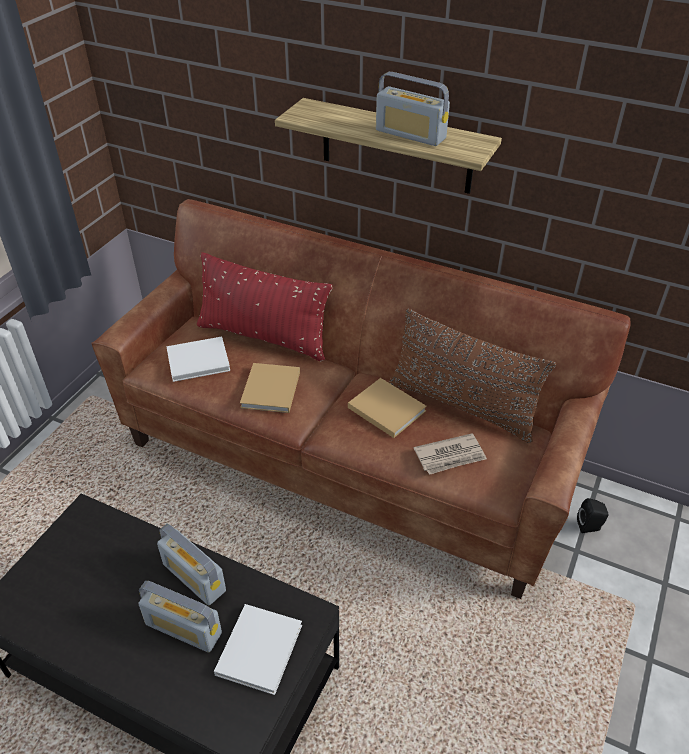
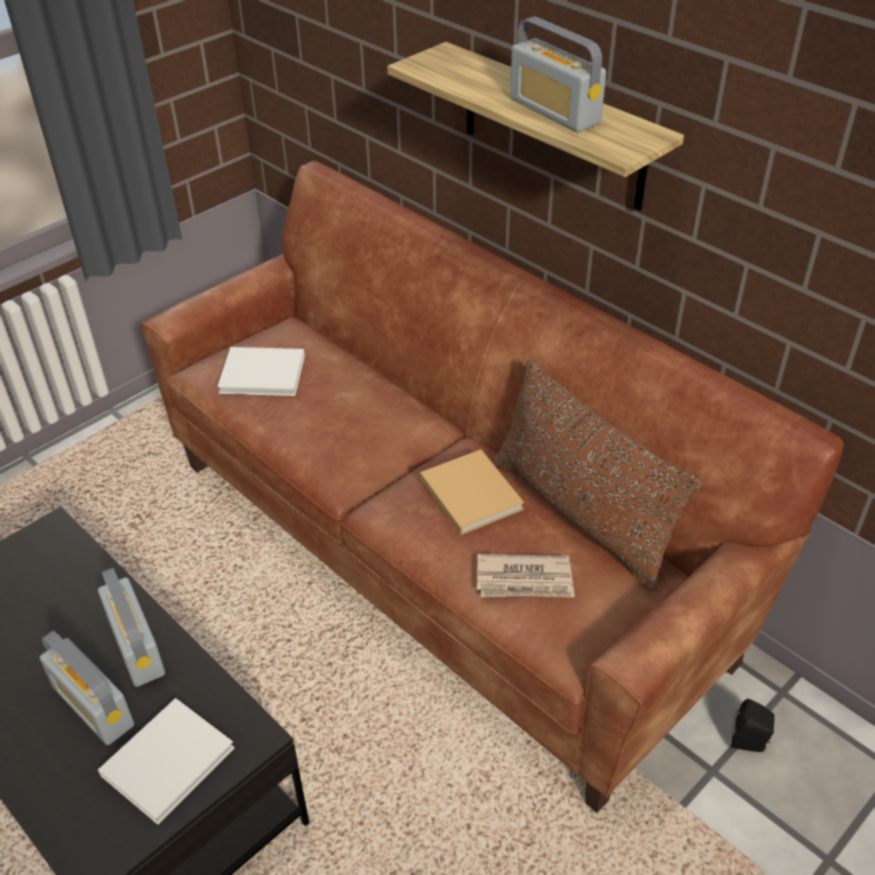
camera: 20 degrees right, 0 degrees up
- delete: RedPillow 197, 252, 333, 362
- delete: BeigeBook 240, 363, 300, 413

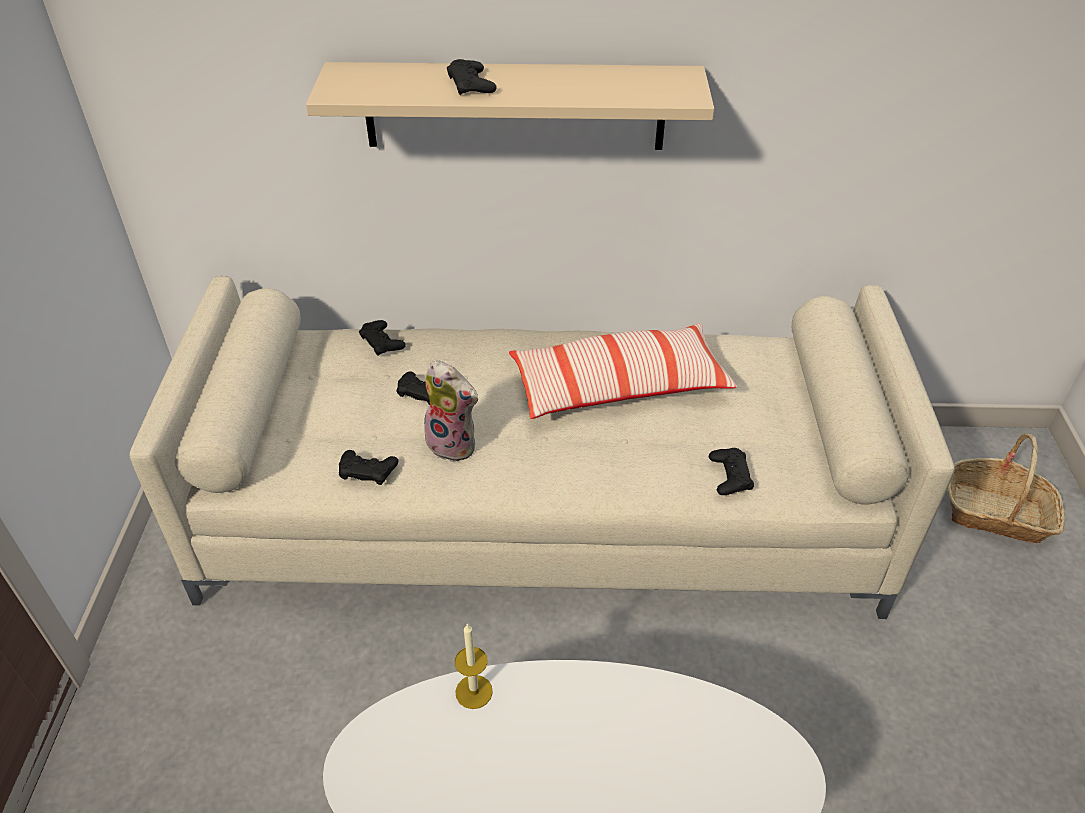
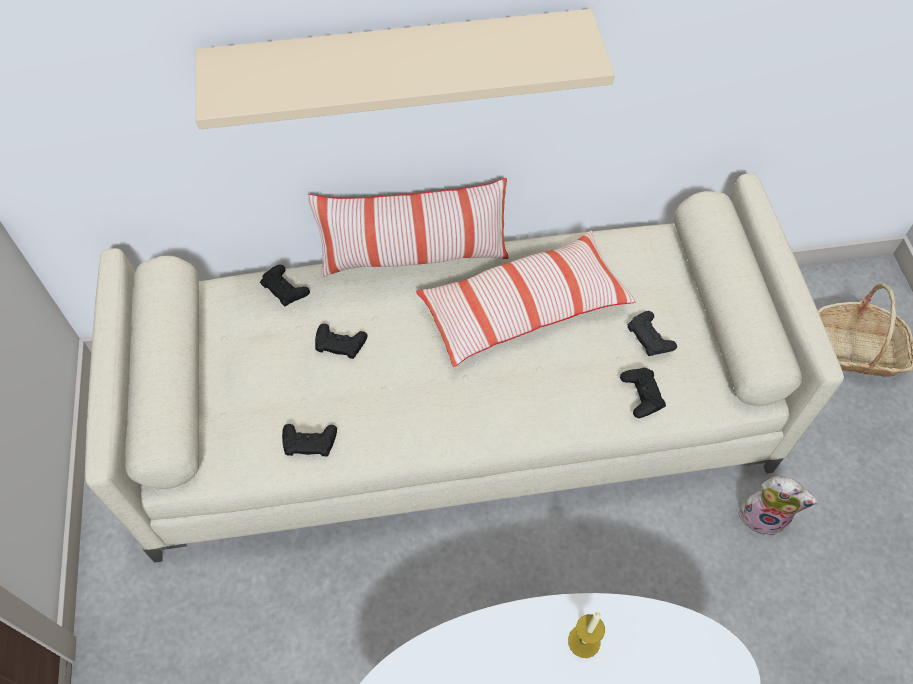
camera: 10 degrees left, 15 degrees up
- move: BlackGameController 447, 59, 497, 95 to 627, 311, 677, 356
- move: PlushToy 424, 360, 478, 462 to 737, 476, 818, 537
- move: Candle 455, 623, 493, 709 to 568, 612, 605, 658
- insert: Pillow 307, 178, 509, 277

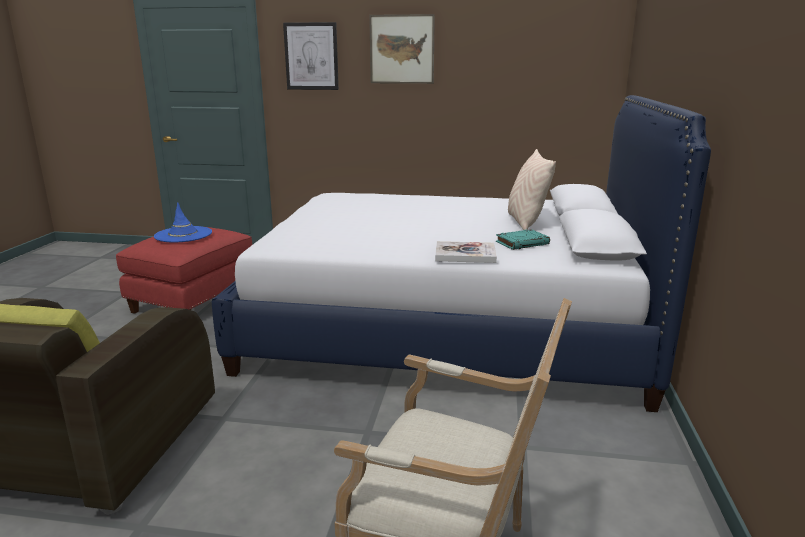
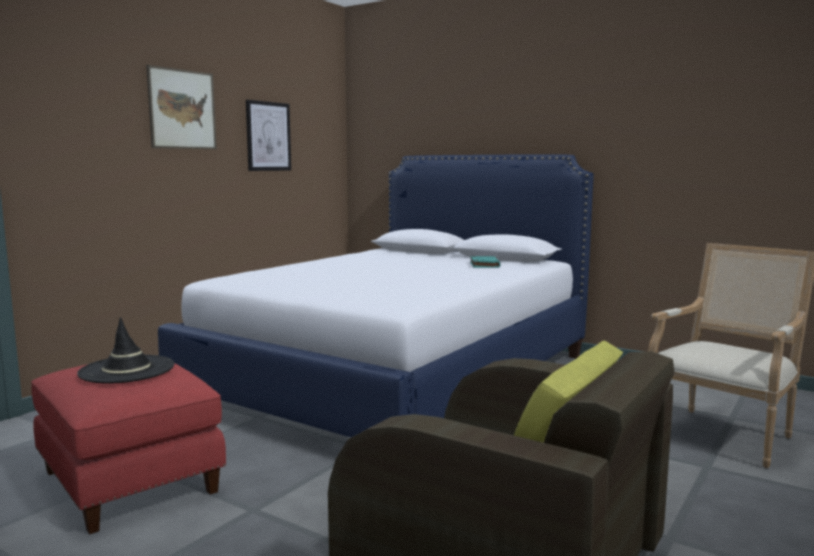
camera: 65 degrees left, 10 degrees down
- move: Picture 283, 22, 339, 90 to 246, 100, 291, 171
- delete: BeigePillow 508, 149, 556, 230
- recolor: BlueHat 154, 202, 212, 242 to BlackHat 77, 317, 174, 384
- delete: Book 435, 241, 497, 263

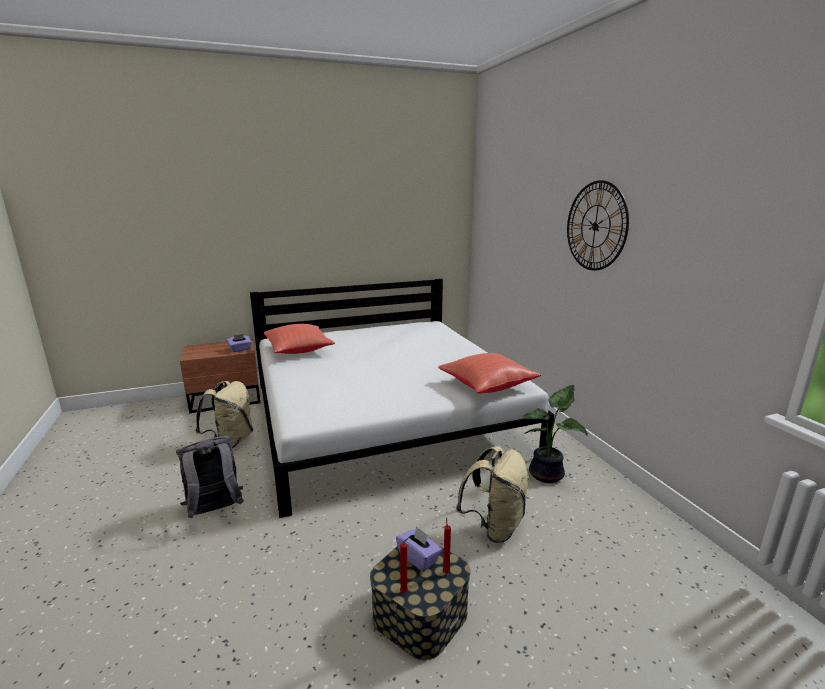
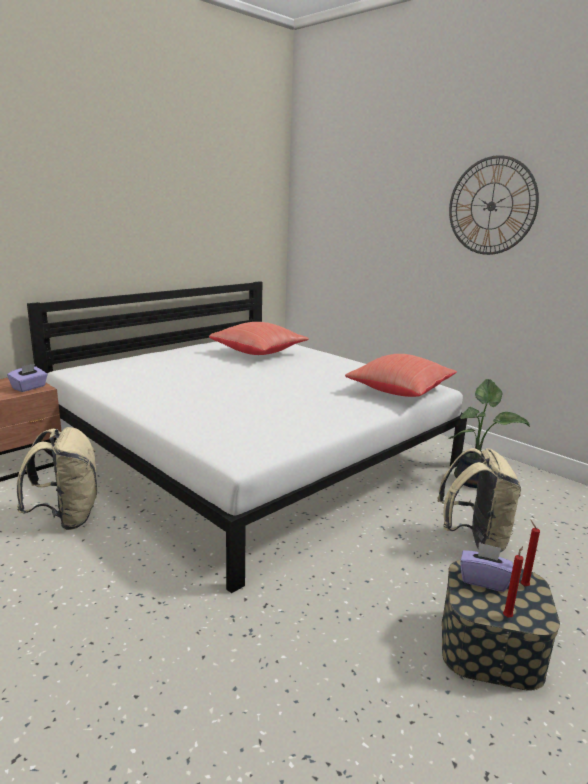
camera: 25 degrees left, 0 degrees up
- move: RedPillow 264, 324, 335, 354 to 209, 322, 309, 355
- delete: GreyBackpack 176, 436, 244, 518

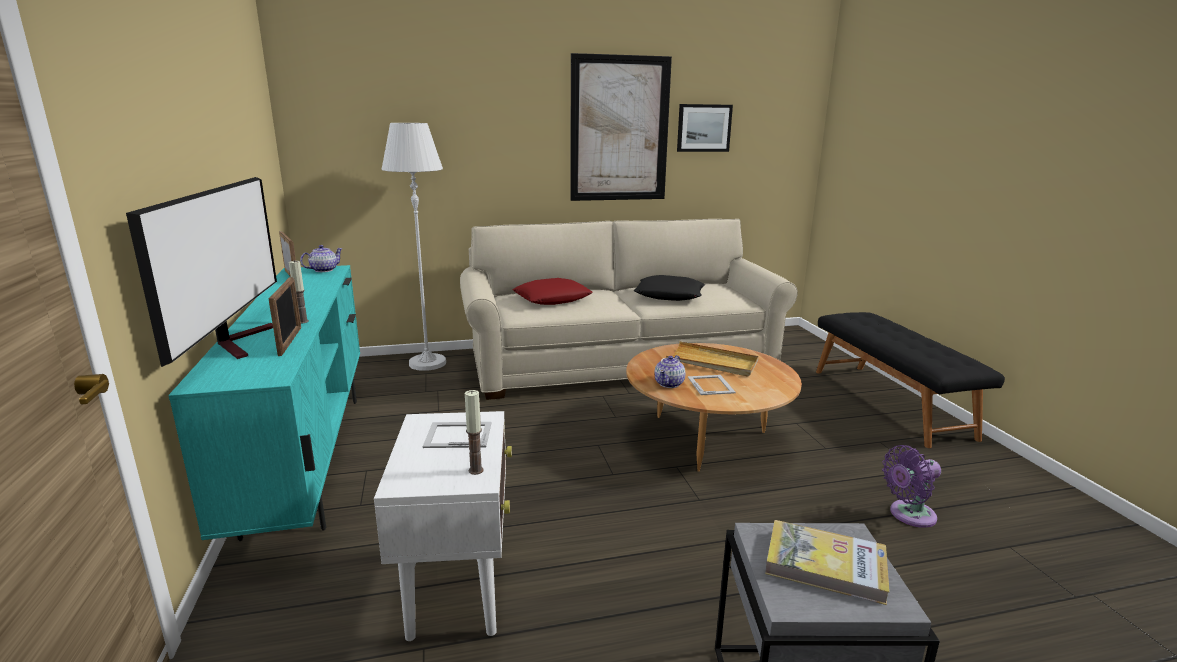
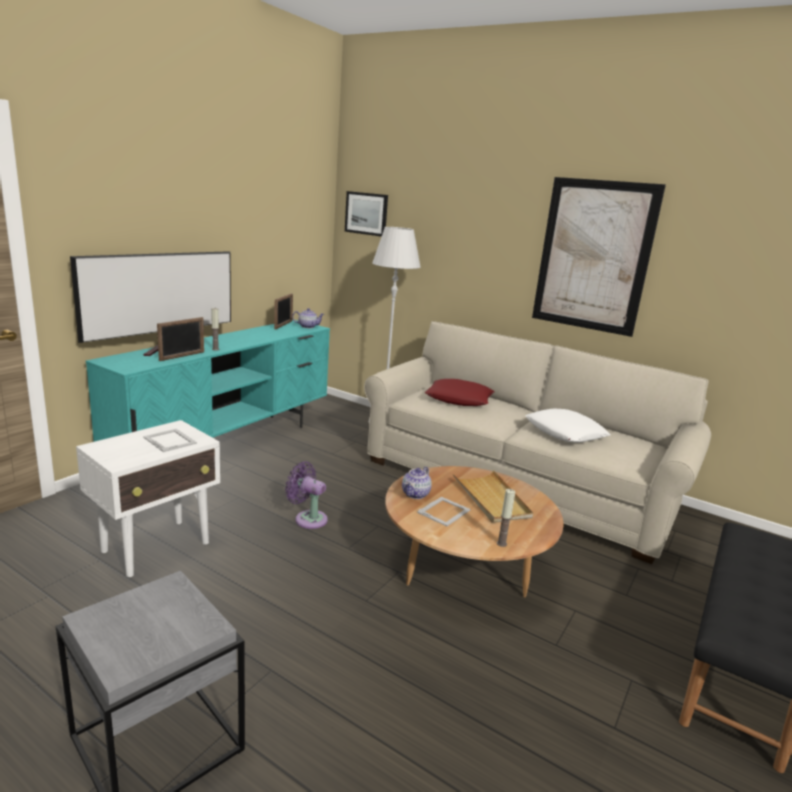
camera: 45 degrees right, 0 degrees up
- move: Picture 677, 104, 733, 152 to 345, 191, 388, 237
- recolor: BlackPillow 634, 275, 705, 301 to WhitePillow 525, 409, 610, 442
- rotate: Teapot 654, 355, 686, 388 = 402, 467, 432, 499 45 degrees counterclockwise
- move: Candle 465, 390, 483, 475 to 497, 489, 515, 547
- move: PurpleFan 882, 445, 941, 528 to 285, 462, 328, 529
- delete: Book 765, 520, 890, 605

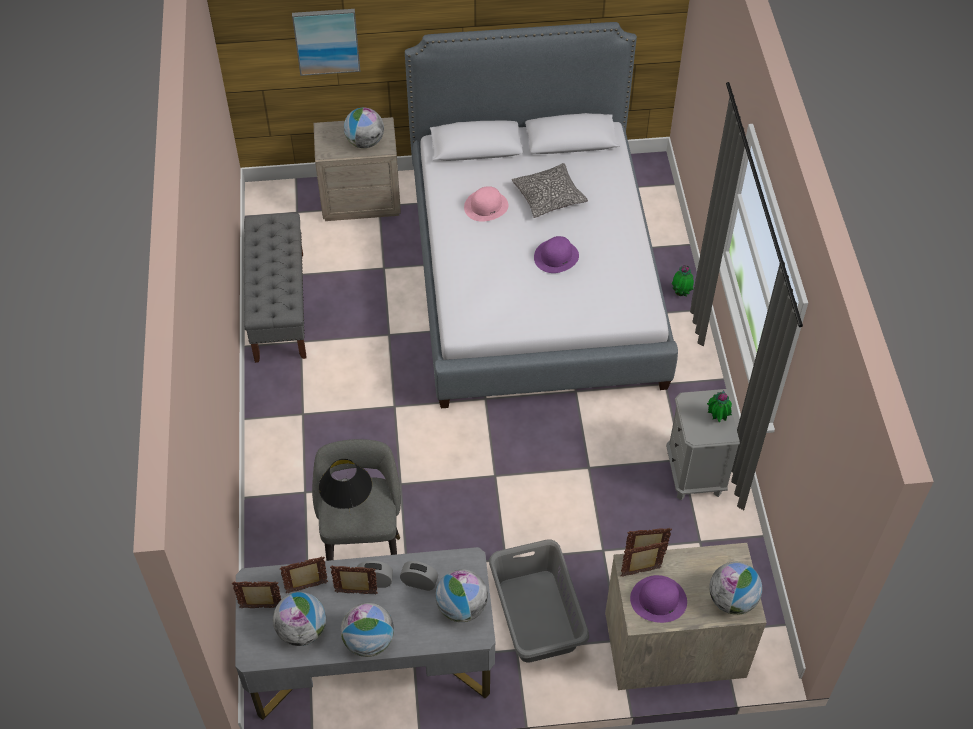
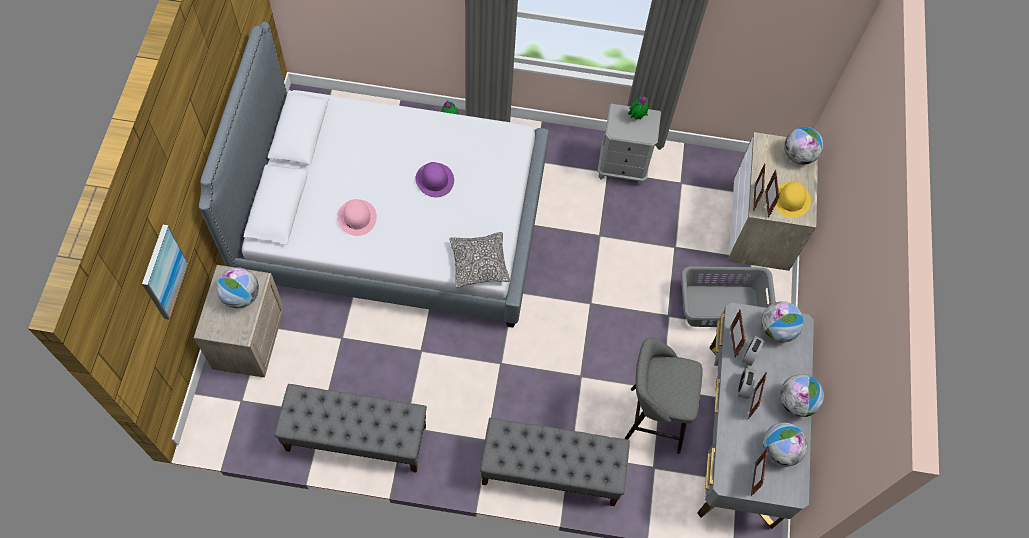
camera: 80 degrees left, 10 degrees up
- move: Pillow 512, 163, 588, 218 to 450, 232, 510, 287
- delete: BlackTableLamp 319, 459, 372, 514
- move: PictureFrame 280, 556, 328, 593 to 730, 309, 746, 358
- recolor: PurpleHat 630, 575, 687, 623 to YellowHat 775, 182, 811, 218
- insert: GreyBench 480, 418, 630, 506

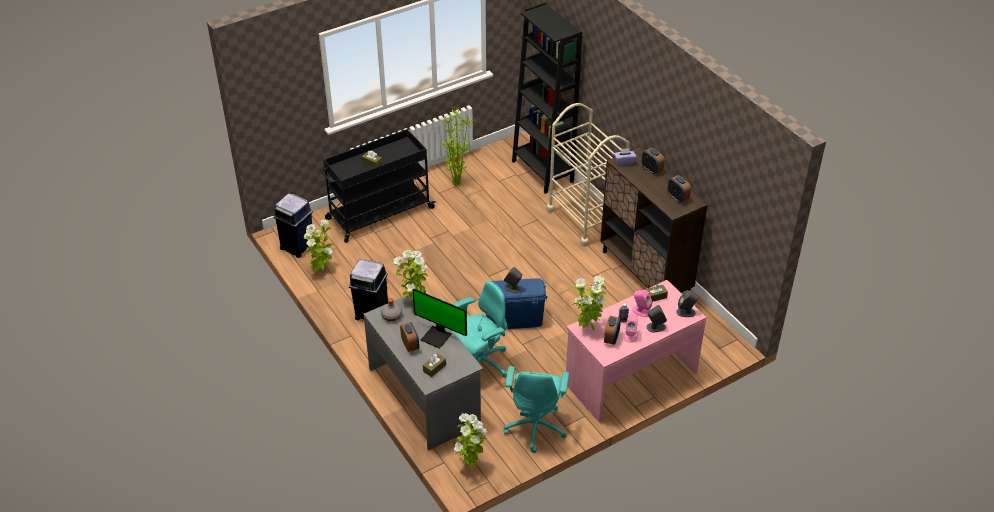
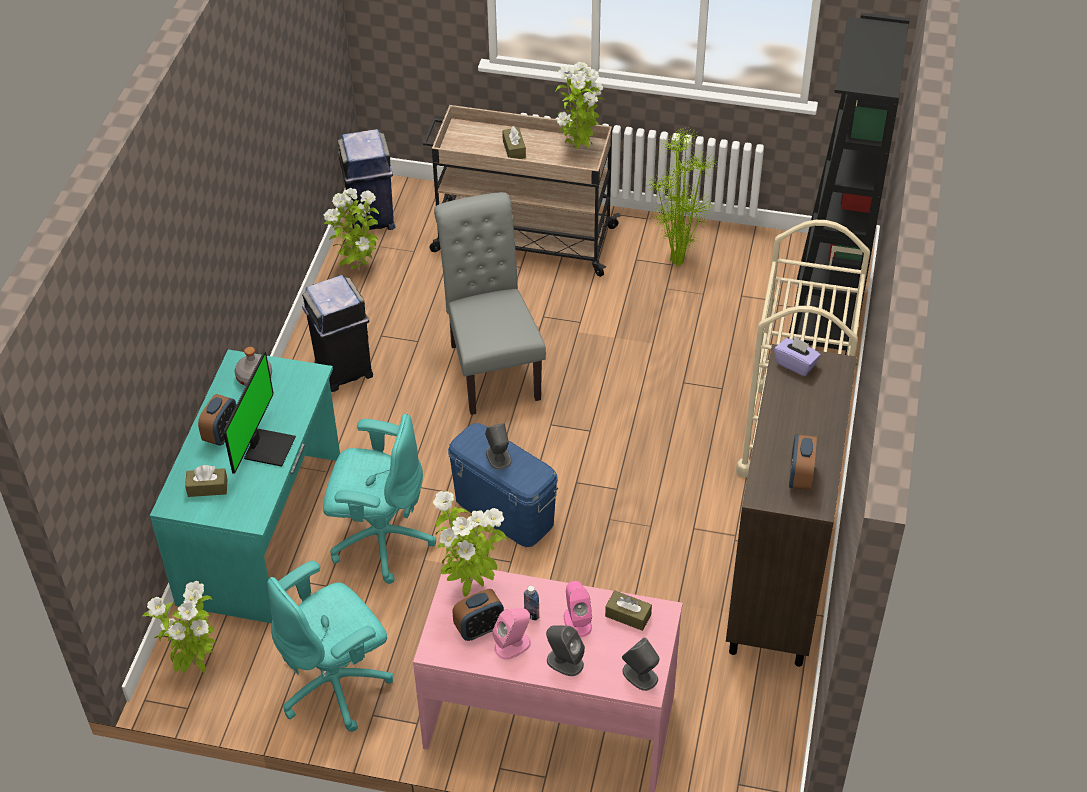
camera: 45 degrees right, 5 degrees up
- recolor: BlackCart 320, 129, 436, 243 to BeigeCart 423, 105, 621, 277
- delete: AlarmClock 641, 148, 665, 174
- move: PottedPlant 393, 250, 428, 301 to 555, 62, 605, 151
- rotate: Monitor 413, 289, 467, 349 = 223, 352, 296, 474 150 degrees counterclockwise
- recolor: GreyDesk 364, 295, 483, 450 to TurquoiseDesk 150, 350, 340, 623
- insert: GreyChair 434, 192, 546, 415

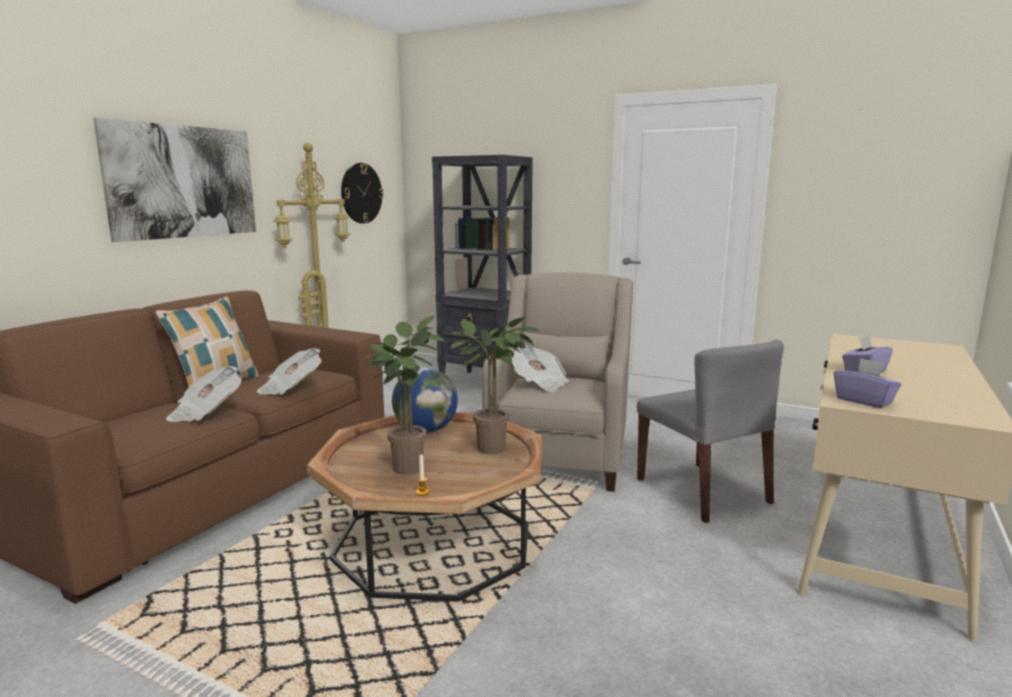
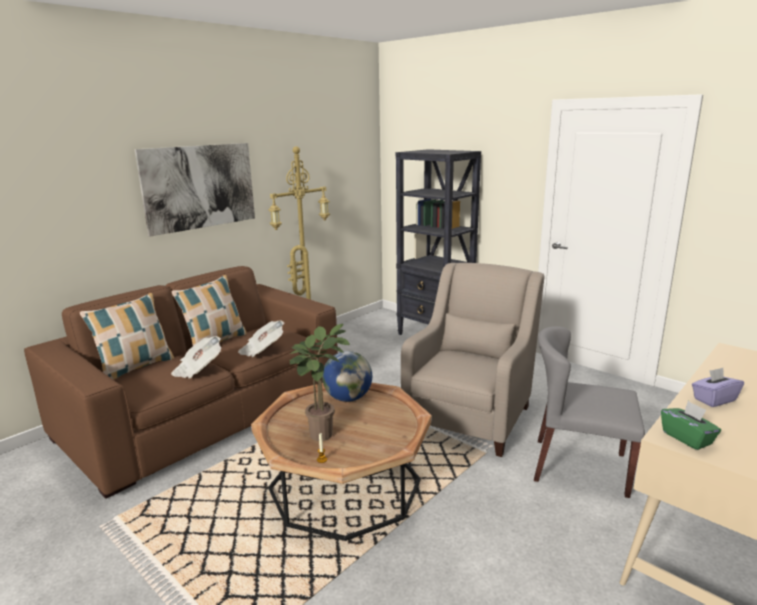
camera: 15 degrees right, 5 degrees up
- delete: WallClock 341, 163, 384, 224
- delete: PottedPlant 449, 317, 540, 454
- rotate: GreyChair 637, 340, 784, 523 = 534, 326, 645, 498 120 degrees clockwise
- delete: Newspaper 512, 345, 569, 392
- recolor: PurpleTissueBox 834, 358, 901, 408 to GreenTissueBox 661, 401, 721, 450
- insert: Pillow 80, 293, 174, 380

